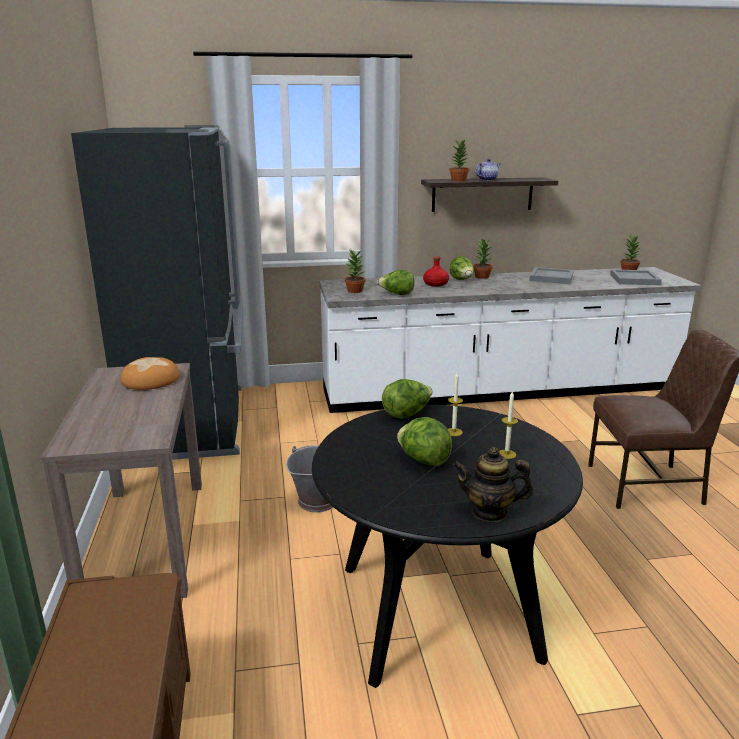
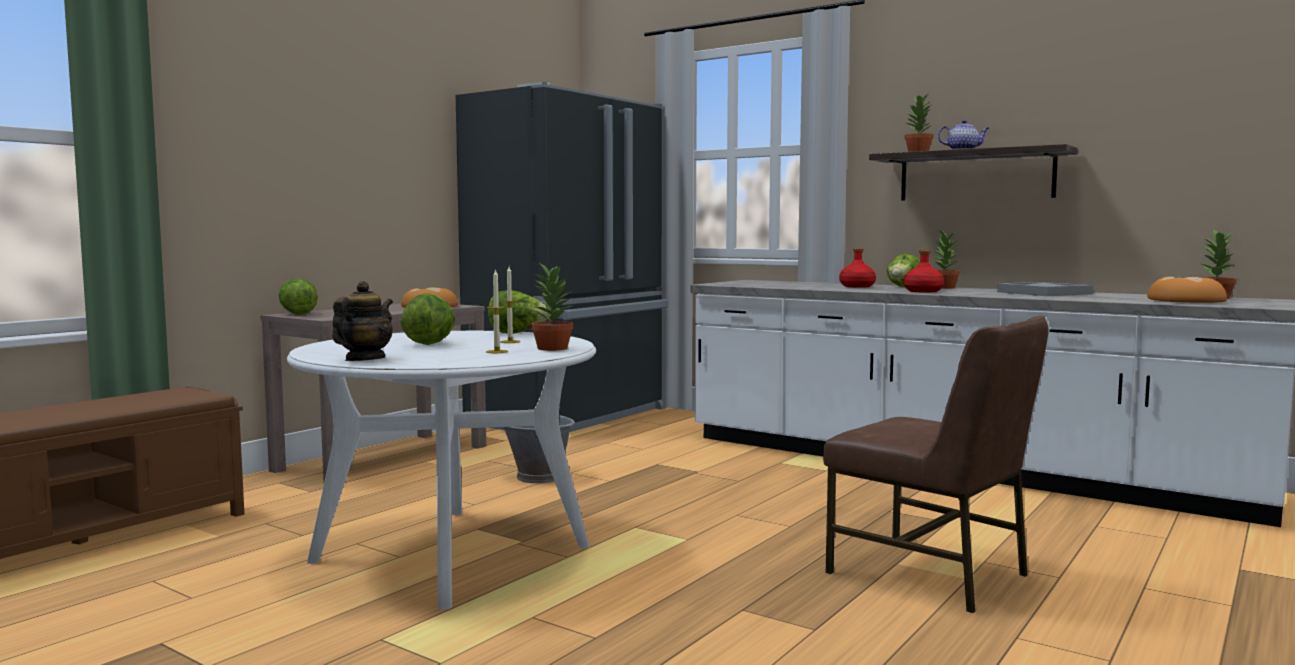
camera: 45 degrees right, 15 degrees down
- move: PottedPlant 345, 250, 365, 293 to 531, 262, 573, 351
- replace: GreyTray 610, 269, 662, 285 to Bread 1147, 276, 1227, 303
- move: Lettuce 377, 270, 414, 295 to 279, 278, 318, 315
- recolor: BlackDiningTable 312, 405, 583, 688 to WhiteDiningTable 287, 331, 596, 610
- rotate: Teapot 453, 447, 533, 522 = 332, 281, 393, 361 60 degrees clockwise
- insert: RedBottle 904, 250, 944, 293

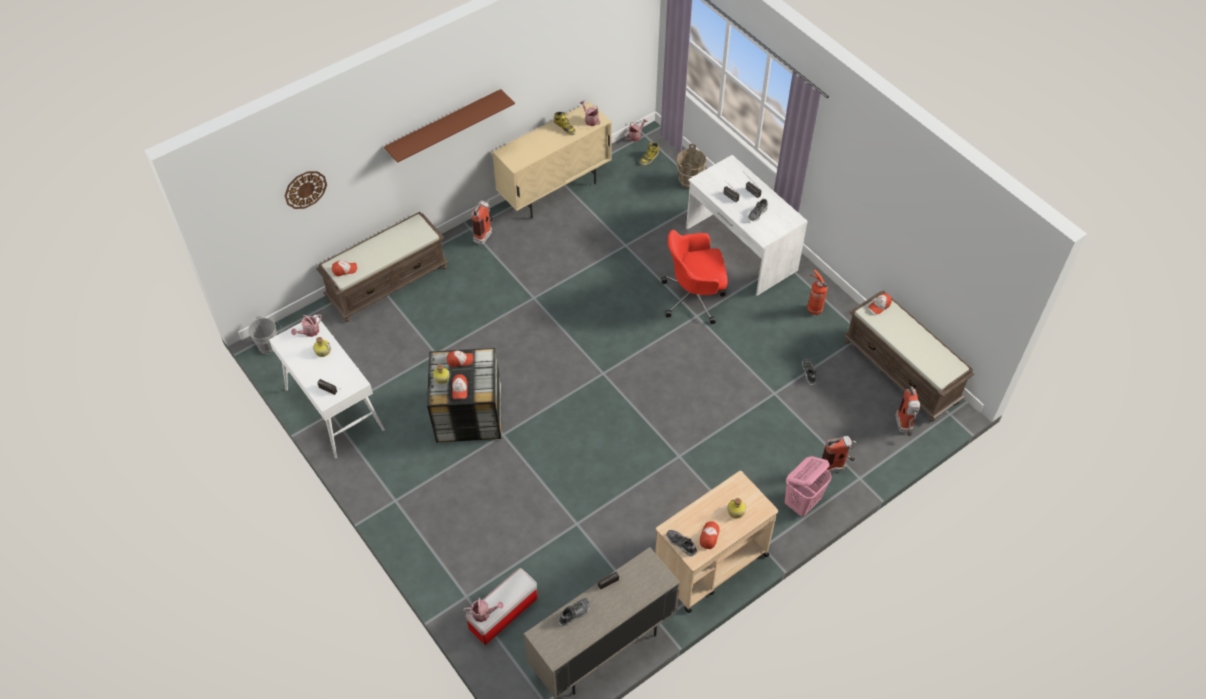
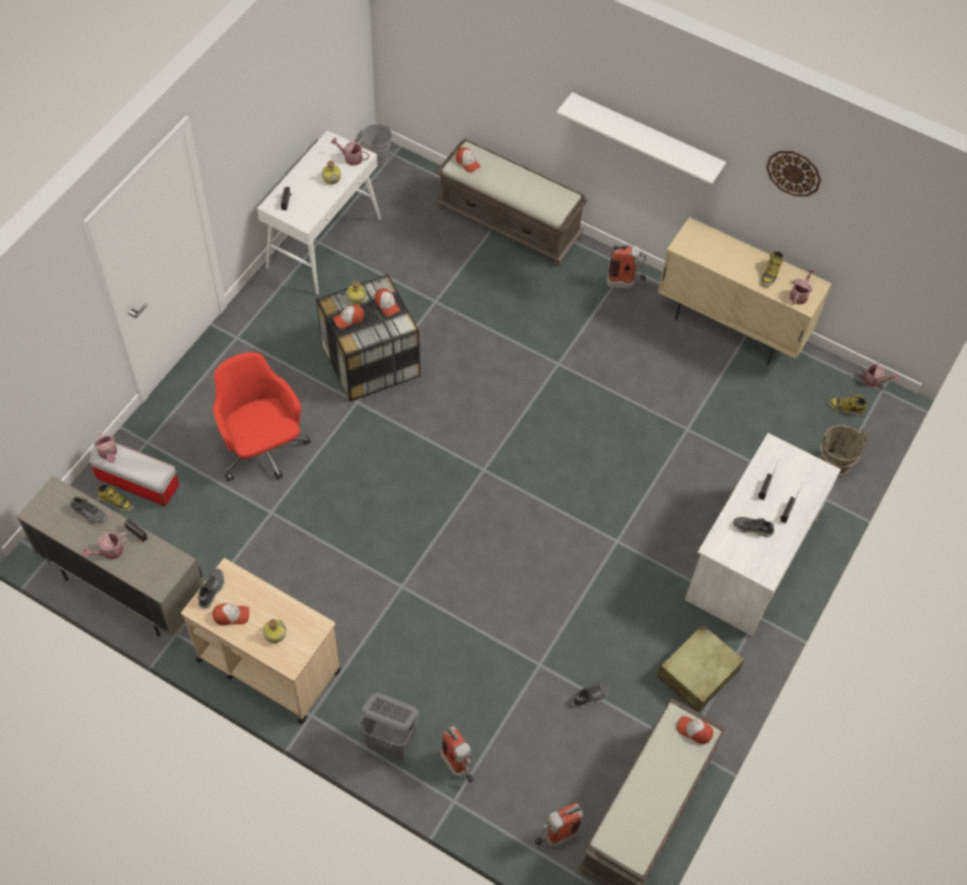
camera: 65 degrees right, 5 degrees up
- recolor: BrownShelf 384, 89, 515, 163 to WhiteShelf 556, 92, 726, 185
- move: WallClock 285, 171, 327, 209 to 766, 151, 821, 197
- move: RedOfficeChair 661, 230, 728, 324 to 213, 352, 311, 481
- replace: FireExtinguisher 807, 269, 827, 315 to BeigeSuitcase 657, 624, 745, 713
- recolor: PinkLaundryBasket 785, 456, 832, 517 to GreyLaundryBasket 359, 693, 419, 760
- insert: Boot 97, 484, 134, 512
- insert: WateringCan 83, 531, 129, 560

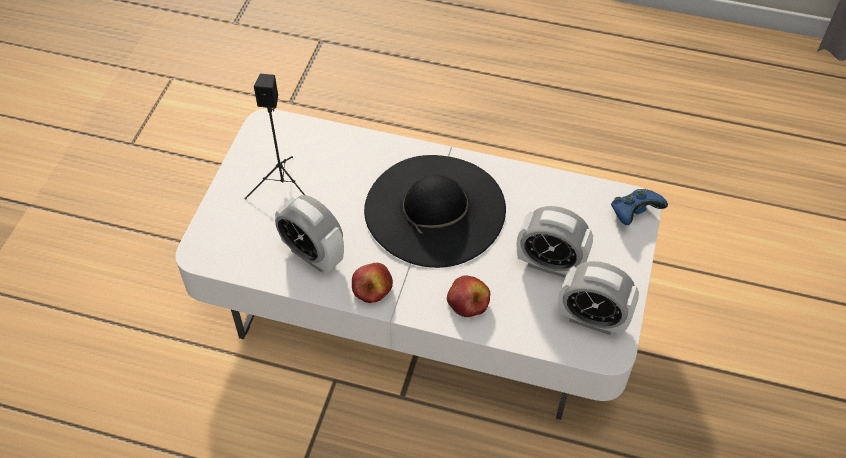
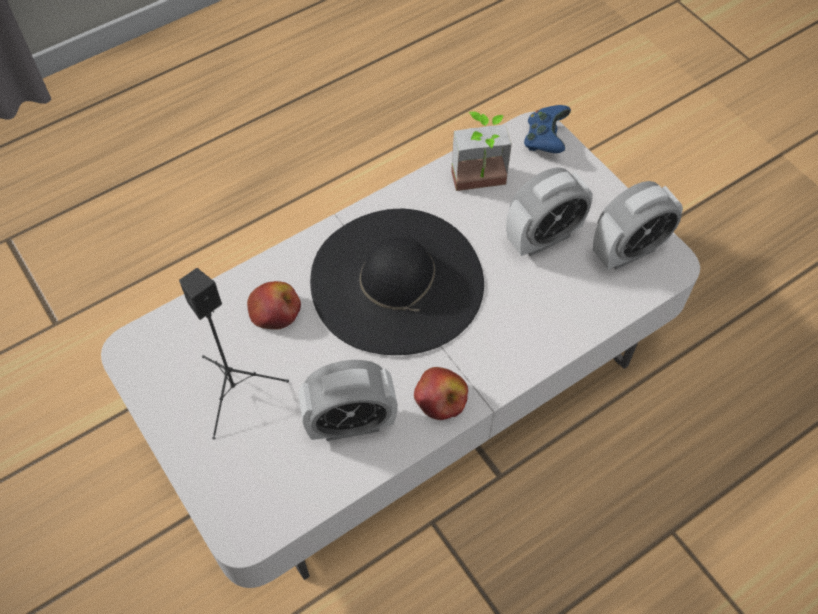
camera: 50 degrees left, 5 degrees up
- move: Apple 447, 276, 490, 317 to 247, 281, 301, 330
- insert: PottedPlant 451, 111, 512, 191

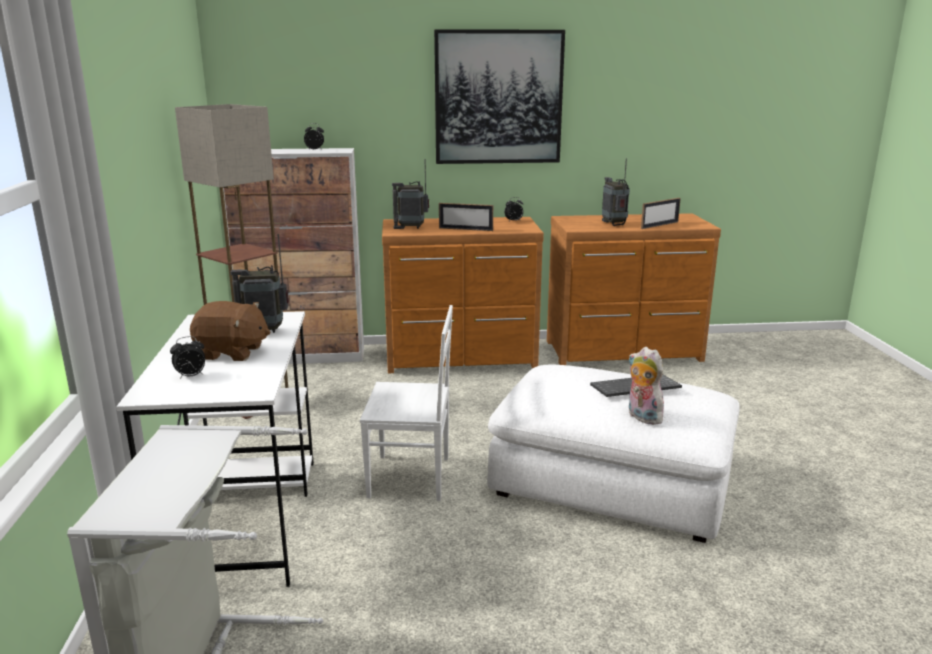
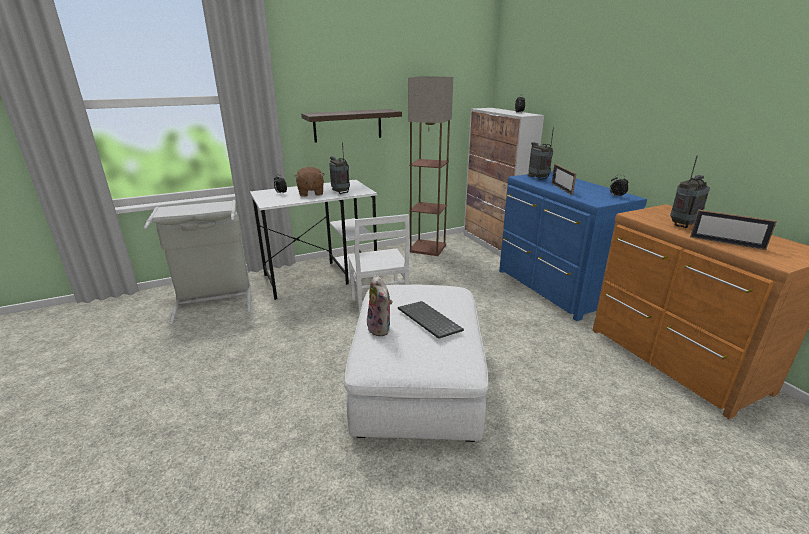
camera: 70 degrees right, 5 degrees up
- delete: Picture 434, 29, 565, 164
- recolor: BrownDresser 382, 217, 544, 373 to BlueDresser 499, 171, 647, 321
- rotate: PlushToy 629, 347, 664, 425 = 367, 275, 393, 336 120 degrees clockwise
- insert: Shelf 301, 109, 402, 143

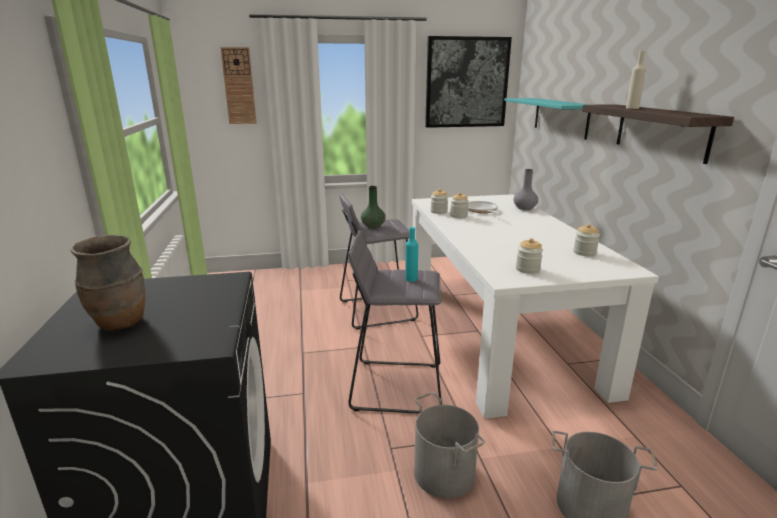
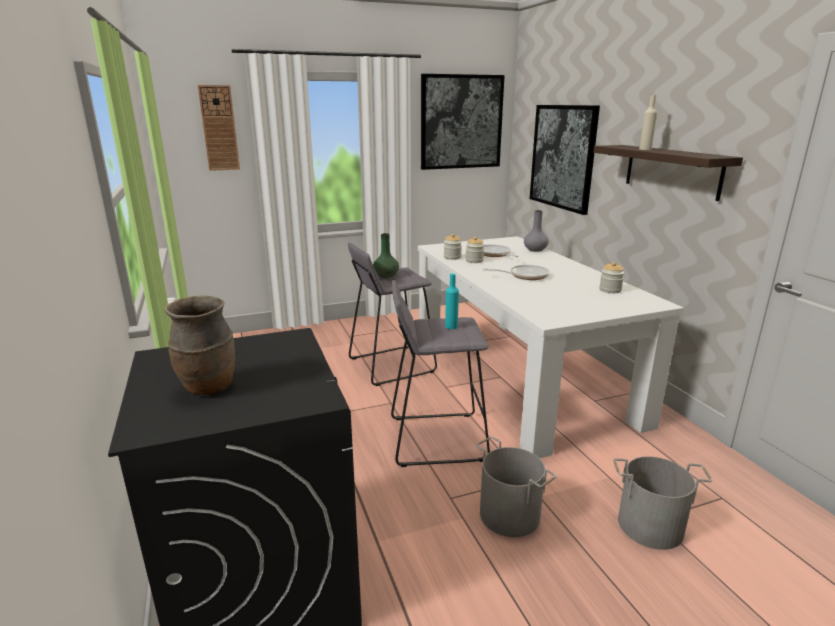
camera: 10 degrees left, 0 degrees up
- replace: TurquoiseShelf 504, 98, 591, 140 to Picture 530, 105, 600, 215
- delete: Jar 516, 238, 543, 274
- insert: FryingPan 483, 265, 550, 280

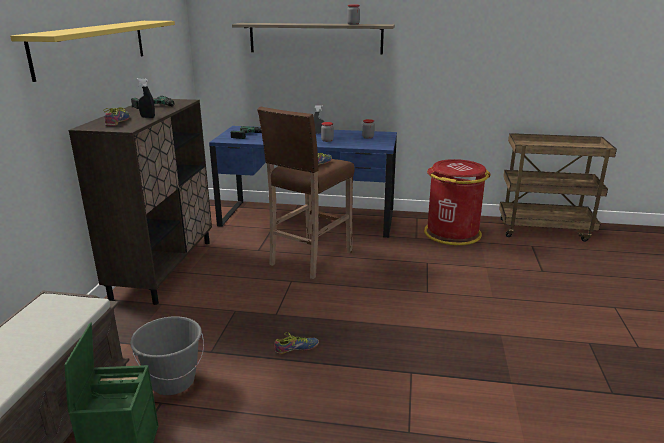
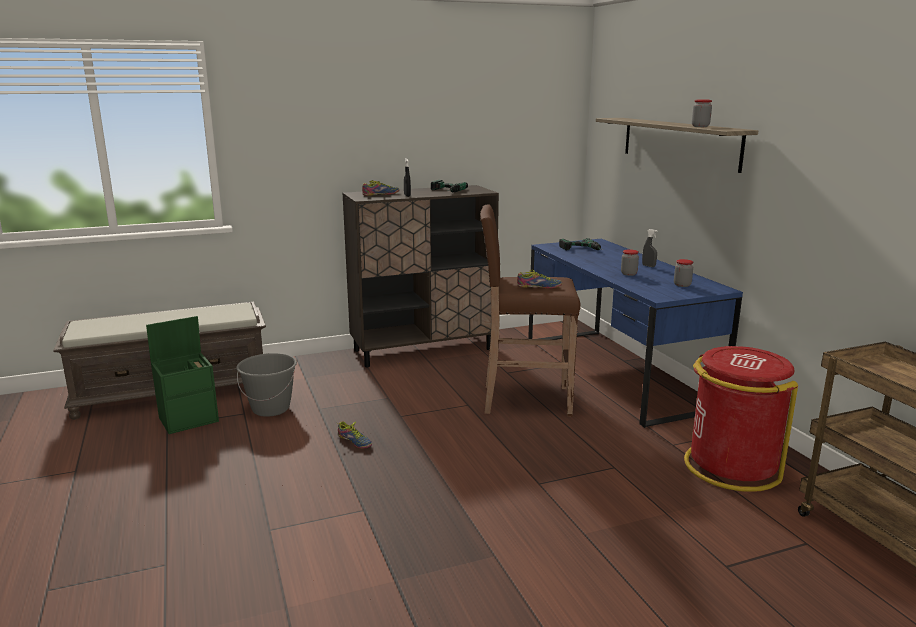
camera: 60 degrees right, 5 degrees down
- delete: YellowShelf 10, 21, 175, 82

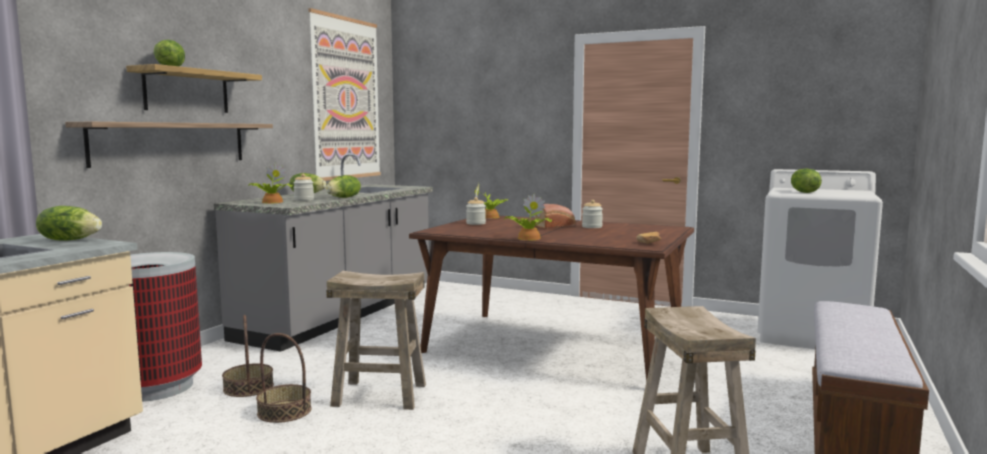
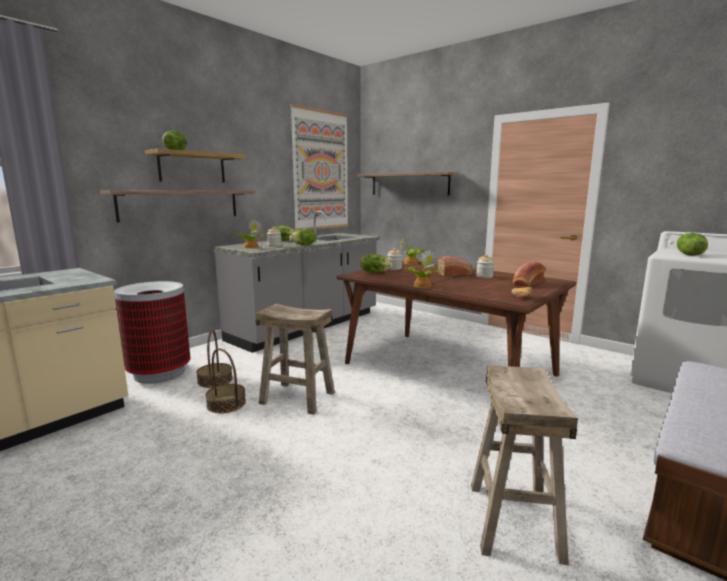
camera: 15 degrees right, 5 degrees up
- move: Lettuce 36, 206, 102, 241 to 360, 254, 393, 273
- insert: Shelf 357, 172, 458, 196
- insert: Bread 513, 262, 545, 287

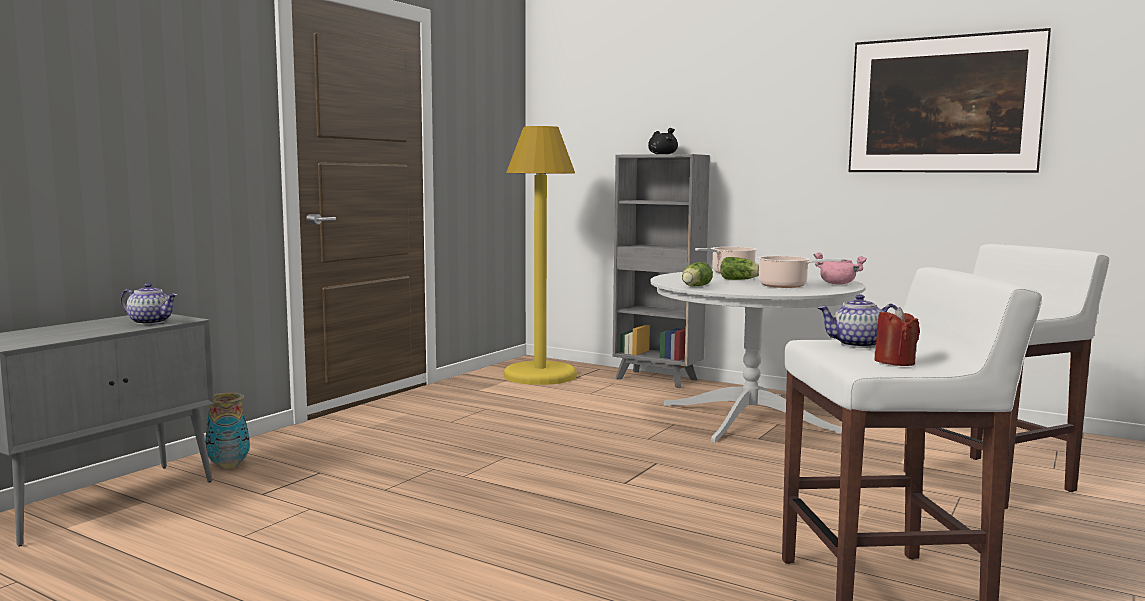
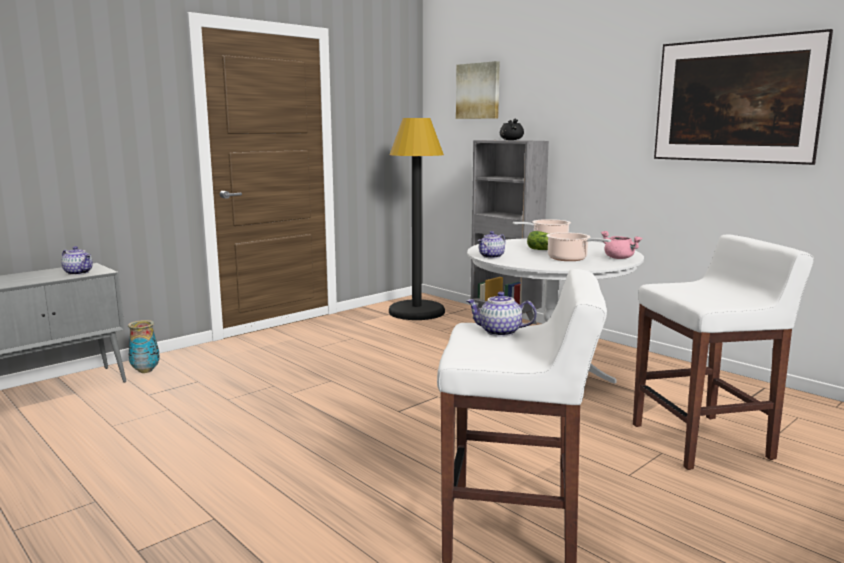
camera: 15 degrees right, 5 degrees up
- recolor: YellowFloorLamp 504, 126, 577, 385 to BlackFloorLamp 389, 118, 445, 320
- replace: Lettuce 682, 262, 713, 286 to Teapot 478, 231, 506, 258
- delete: RedCandle 874, 307, 920, 366
- insert: Picture 456, 61, 500, 119

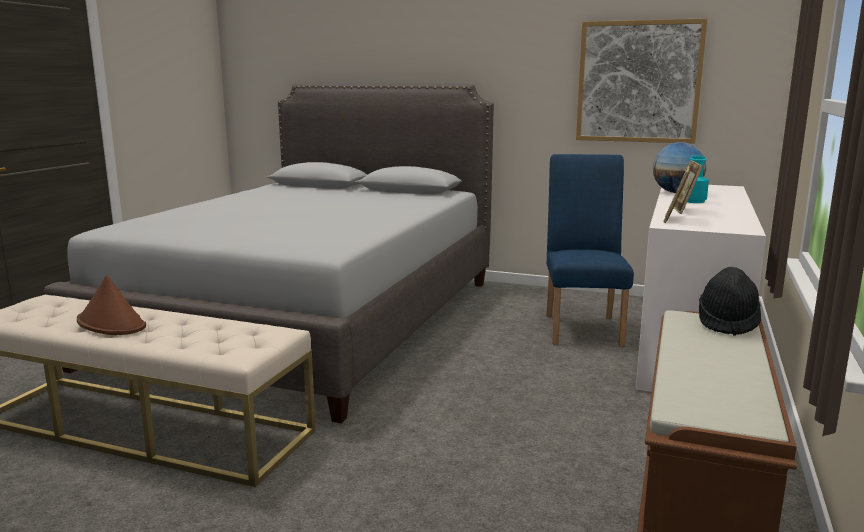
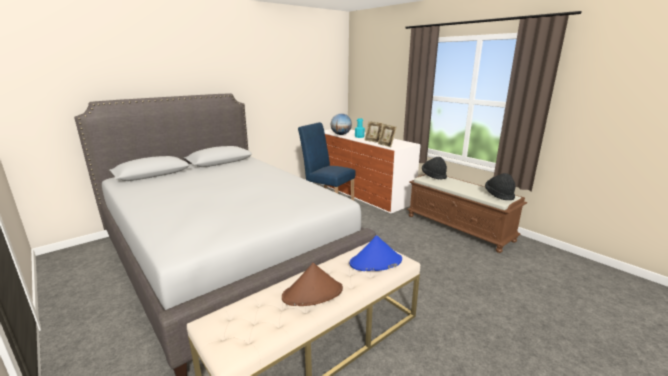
camera: 60 degrees left, 5 degrees up
- delete: Picture 576, 18, 707, 144
- insert: BlackHat 485, 173, 515, 200
- insert: BlueHat 349, 235, 402, 271

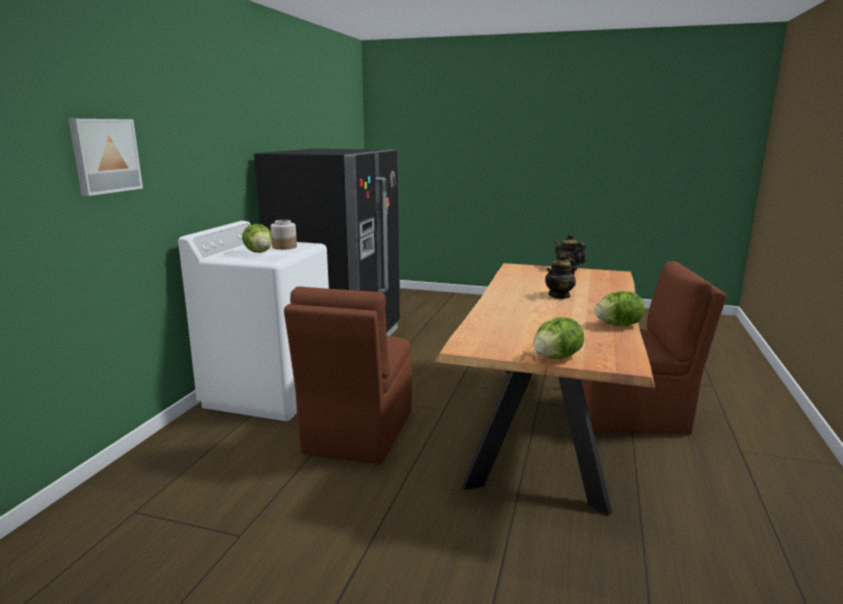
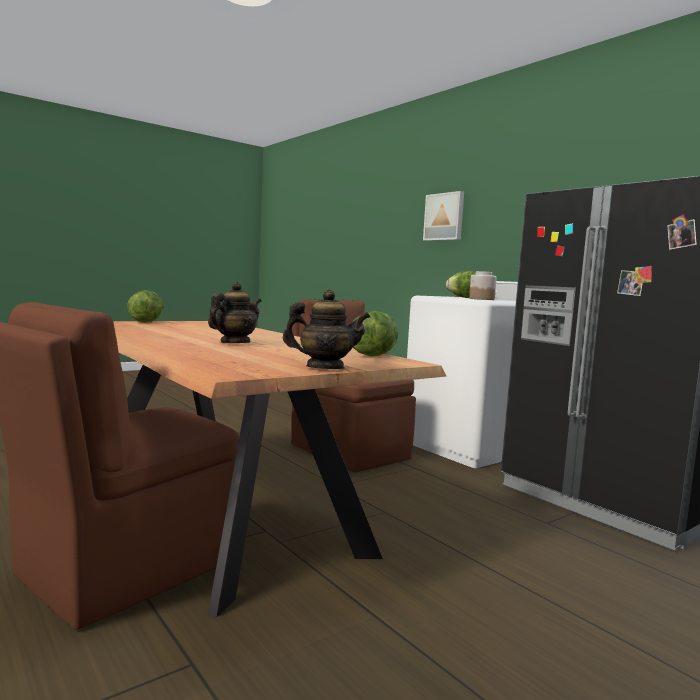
camera: 125 degrees right, 10 degrees down
- rotate: Teapot 545, 253, 576, 299 = 208, 282, 261, 343 45 degrees clockwise
- move: Lettuce 594, 291, 644, 326 to 353, 311, 398, 357

